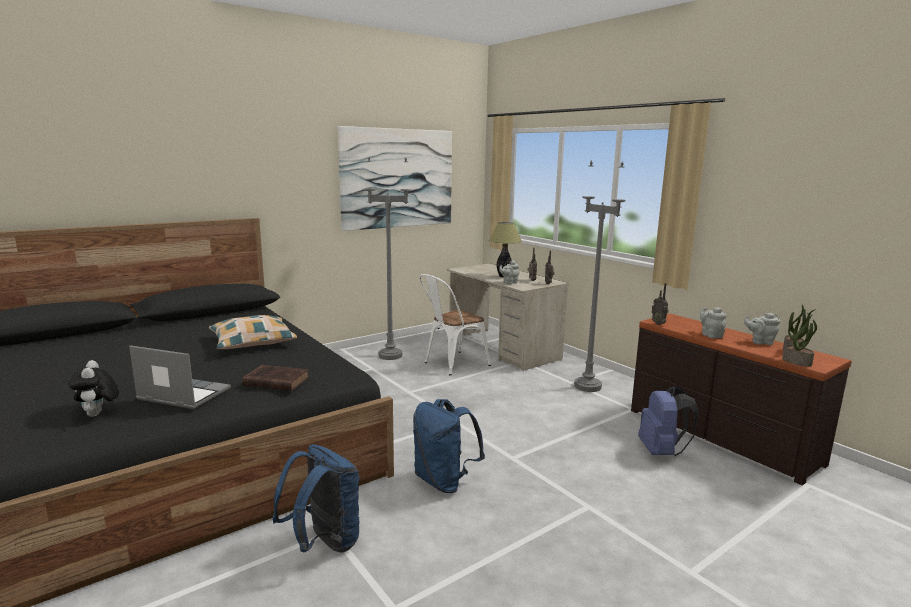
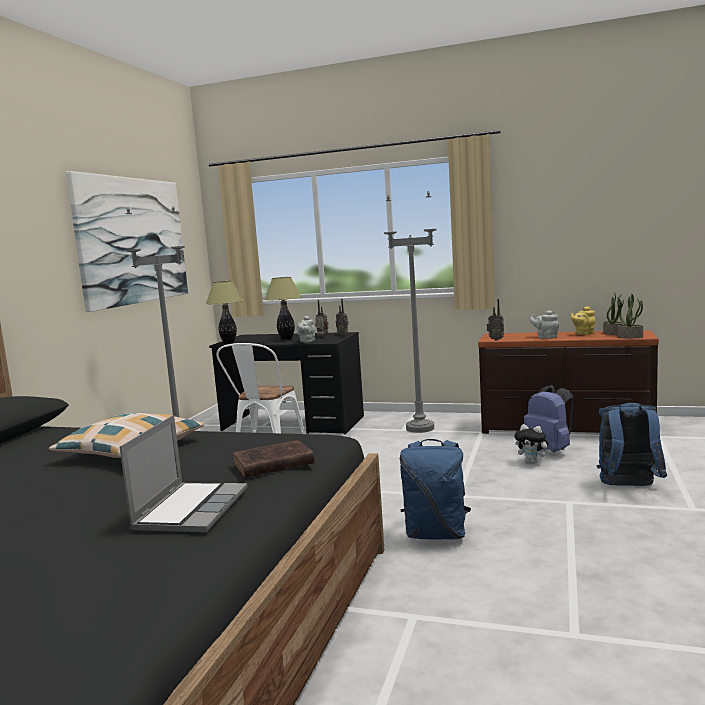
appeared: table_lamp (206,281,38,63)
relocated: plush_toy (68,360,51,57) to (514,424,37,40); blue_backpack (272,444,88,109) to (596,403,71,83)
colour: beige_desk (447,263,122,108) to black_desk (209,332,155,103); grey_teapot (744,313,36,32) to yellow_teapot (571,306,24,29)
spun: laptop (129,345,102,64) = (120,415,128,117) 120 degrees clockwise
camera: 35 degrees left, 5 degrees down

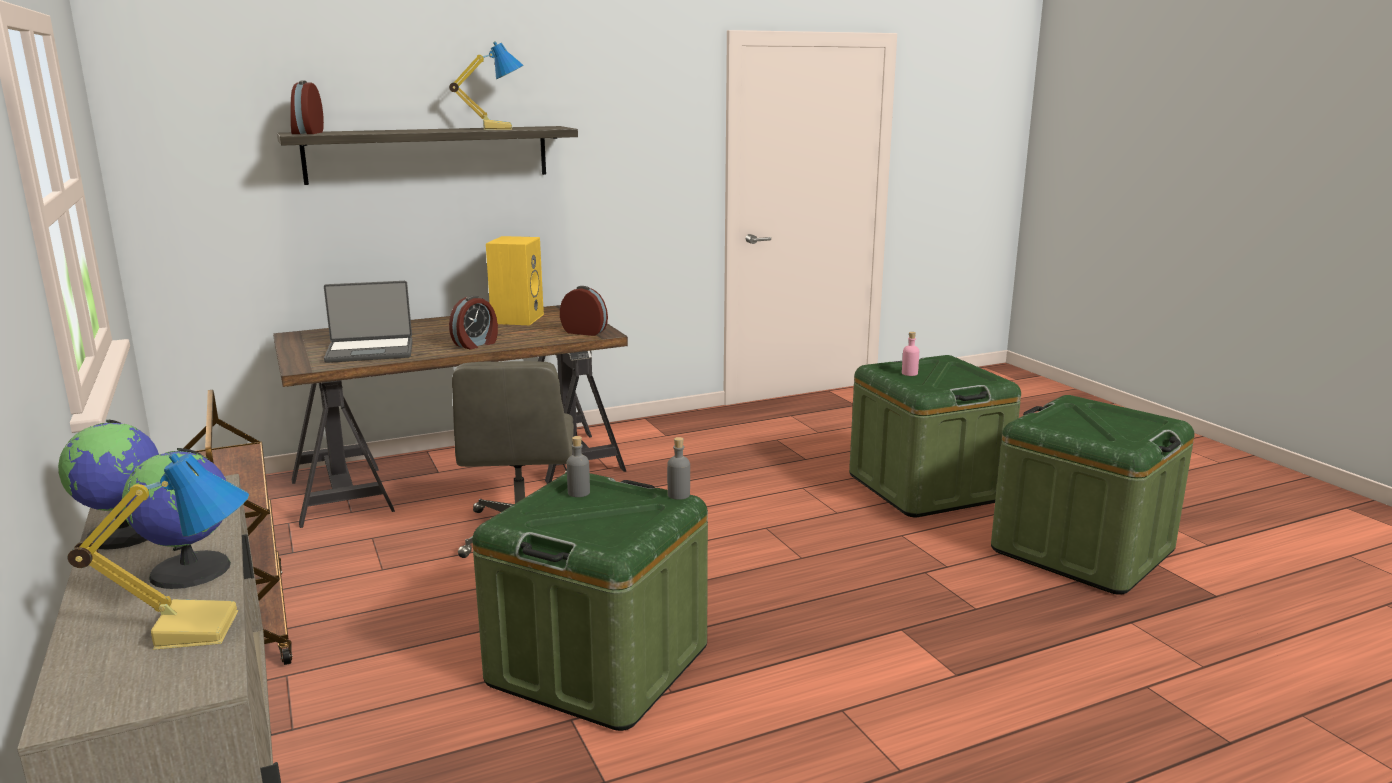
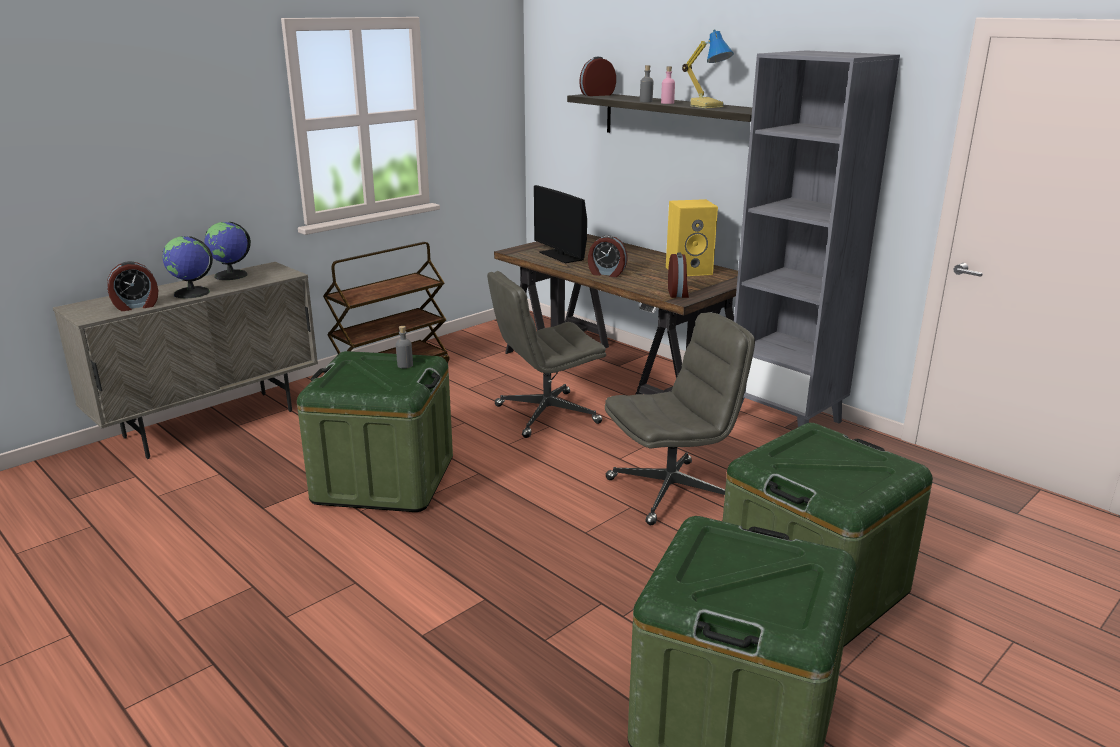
appeared: grey_office_chair (605,312,150,213); grey_bookcase (734,50,166,377)
relocated: grey_bottle (667,437,23,63) to (640,65,13,37); pink_bottle (902,332,17,44) to (661,66,14,38)
exchanged: table_lamp (67,453,182,197) to alarm_clock (107,261,51,50); laptop (324,281,88,82) to monitor (534,185,53,78)
camera: 70 degrees right, 5 degrees up

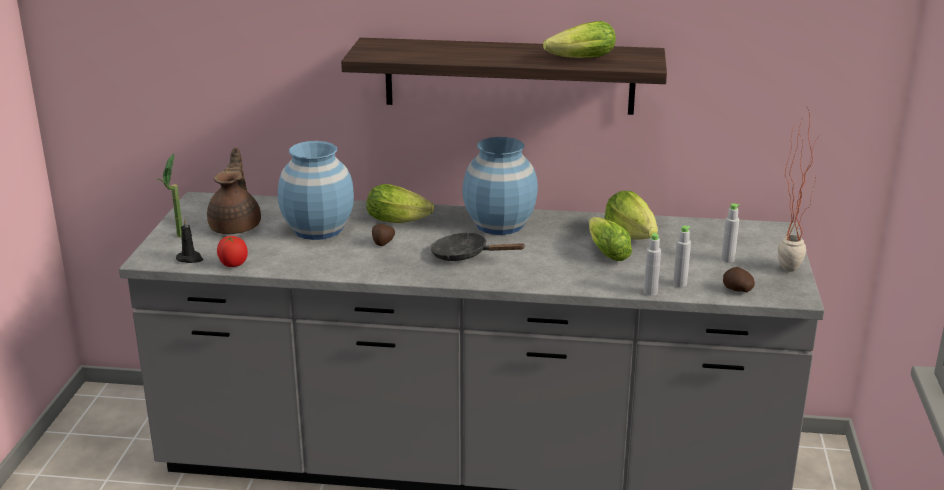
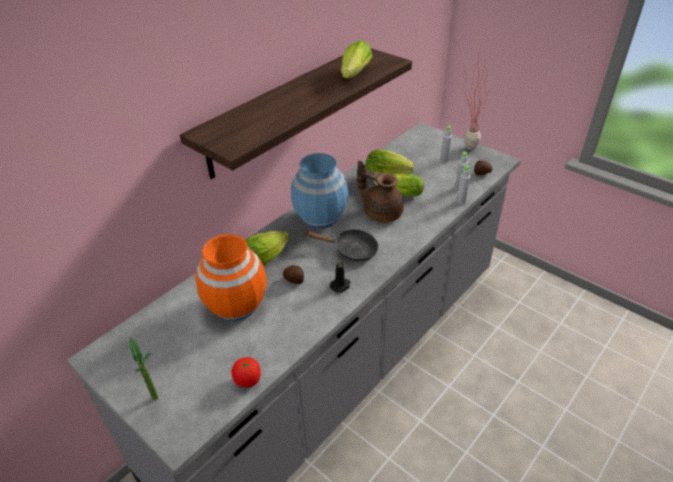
relocated: black_candle (176,218,27,45) to (330,259,20,34); brown_teapot (207,147,54,87) to (357,160,47,63)
colour: blue_vase (278,141,76,99) to orange_vase (196,234,70,87)
spun: black_frying_pan (430,232,96,29) = (303,229,76,32) 135 degrees counterclockwise
camera: 55 degrees left, 15 degrees up

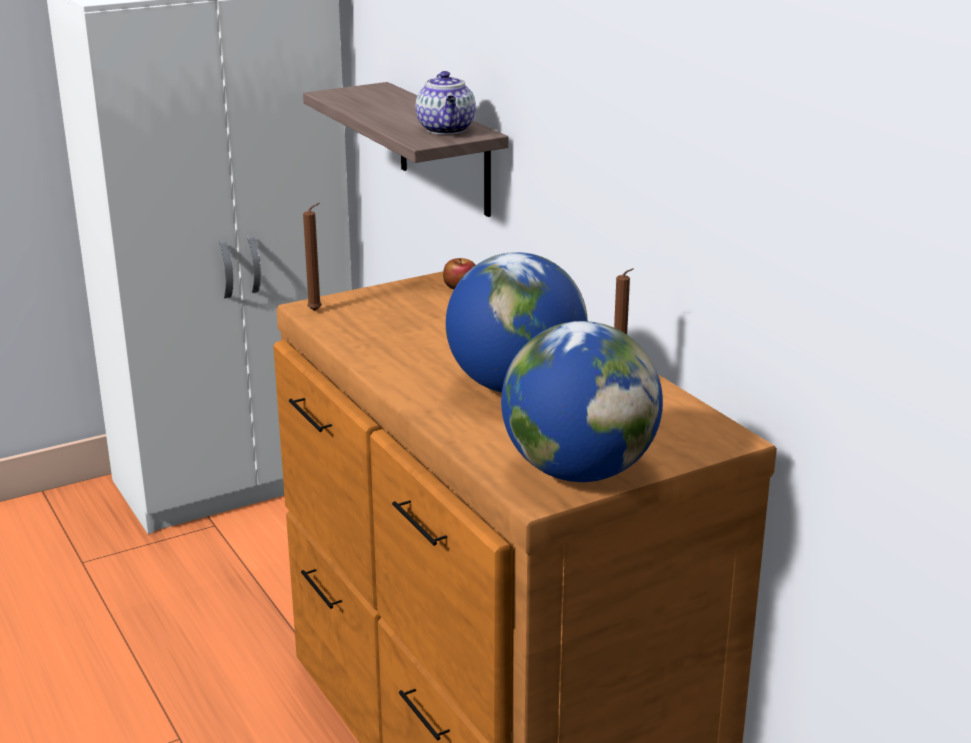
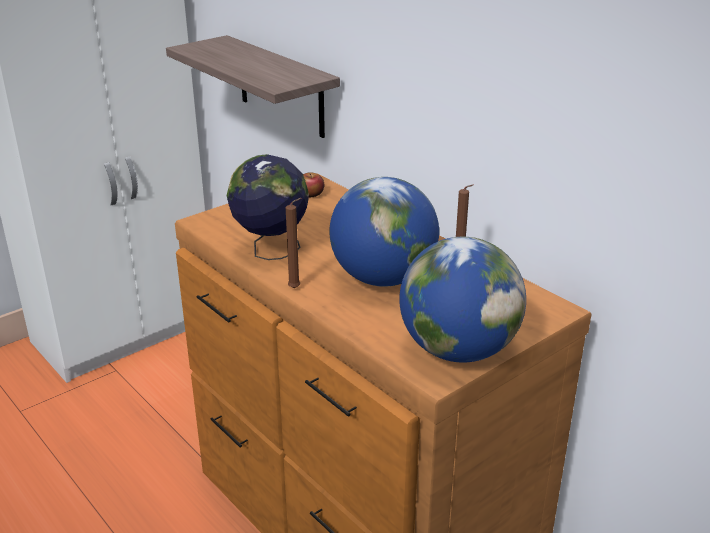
missing: teapot (416,71,60,64)
appeared: globe (227,154,82,106)
relocated: brown_candle (303,203,19,108) to (286,198,15,90)
camera: 10 degrees left, 5 degrees up

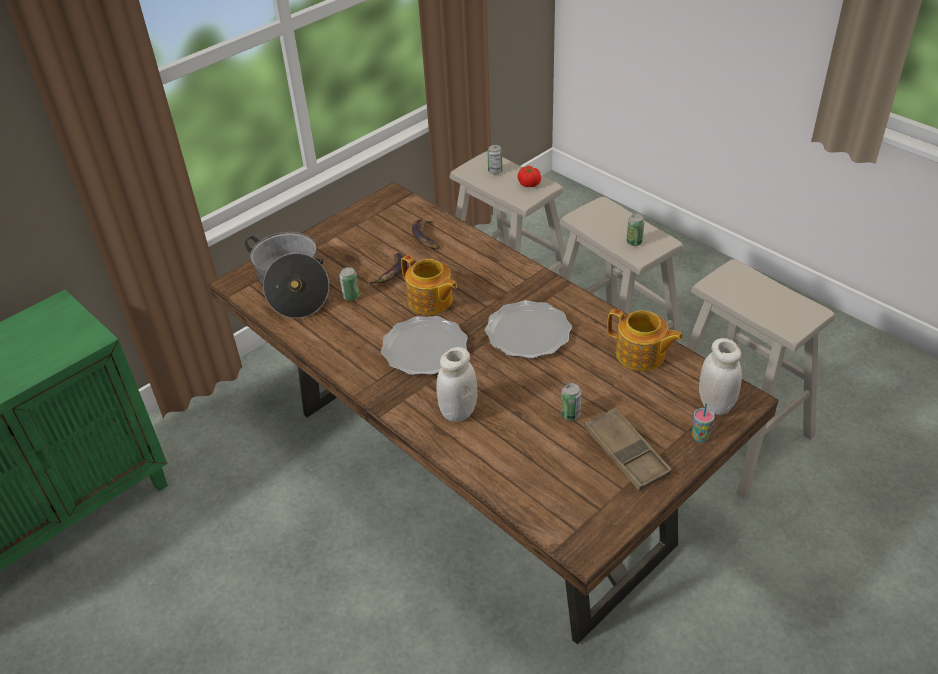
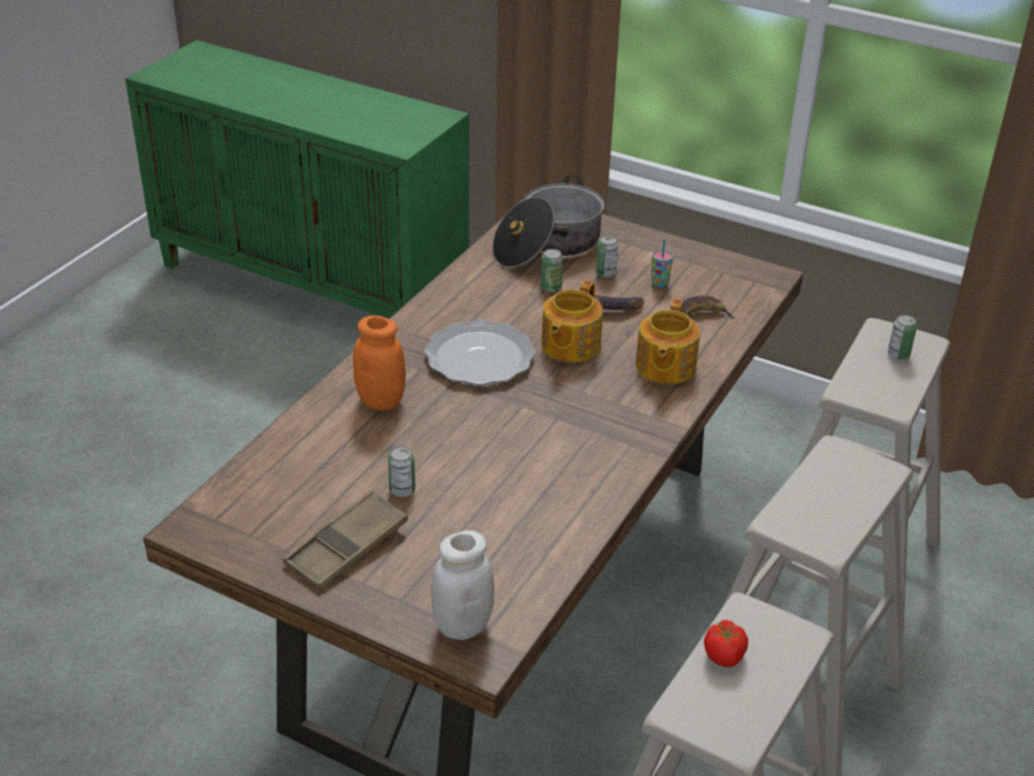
missing: plate (485,300,87,59)
relocated: tomato (517,166,24,21) to (704,620,44,48); teapot (607,309,76,62) to (636,298,64,86); can (626,214,19,32) to (596,235,23,43); cup (692,403,23,39) to (652,240,21,47)
colour: white_jar (436,347,41,75) to orange_jar (353,315,52,96)
camera: 70 degrees right, 5 degrees down

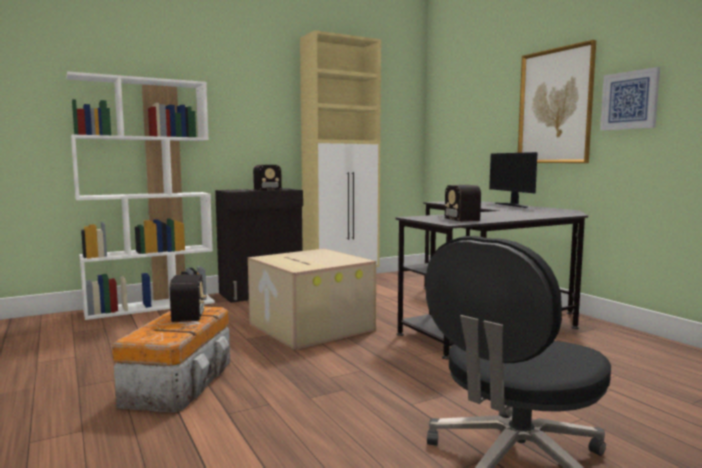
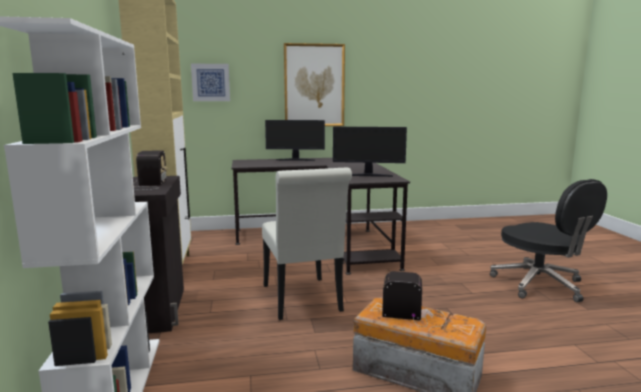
relocated: picture (600,67,60,64) to (191,64,39,37)
exchanged: cardboard_box (248,249,128,101) to white_chair (262,168,90,152); radio (437,185,44,37) to monitor (333,127,74,50)
camera: 70 degrees left, 5 degrees up

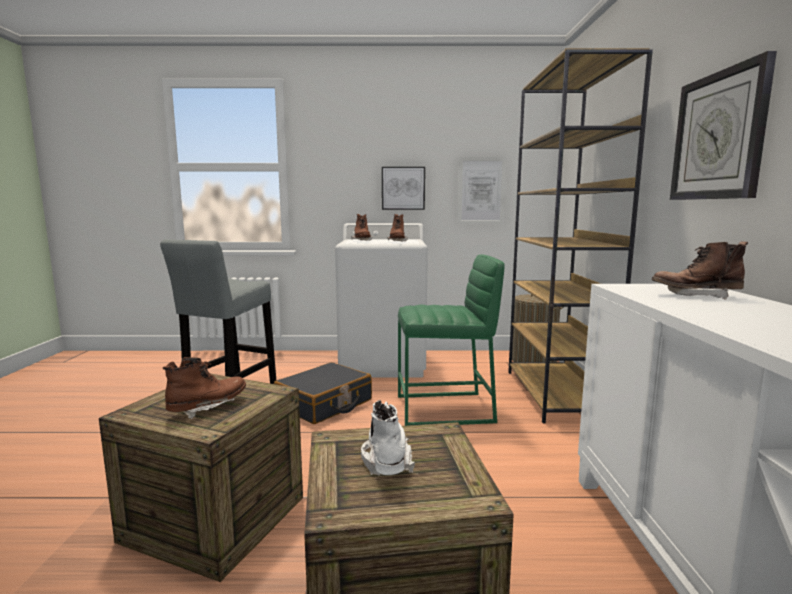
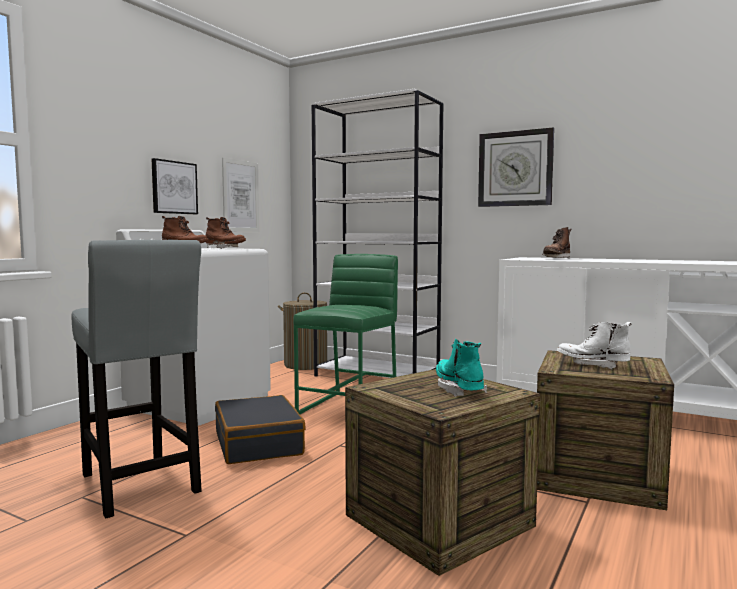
colour: brown_boot (163,357,83,62) to turquoise_boot (436,339,51,58); brown_bookcase (508,48,145,376) to white_bookcase (312,89,131,289)
camera: 60 degrees left, 5 degrees down

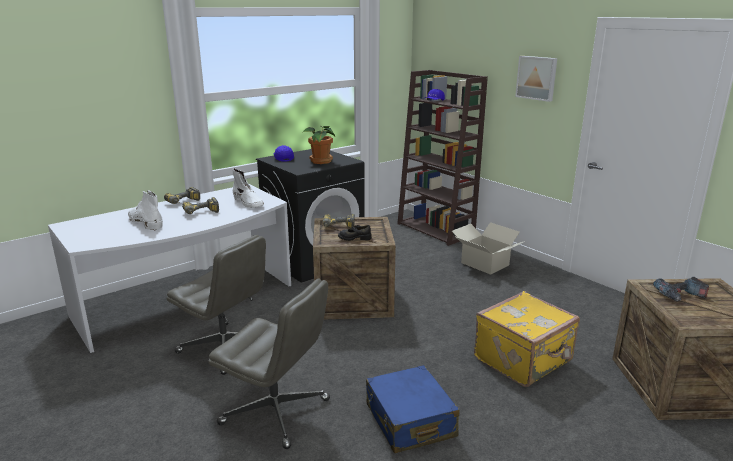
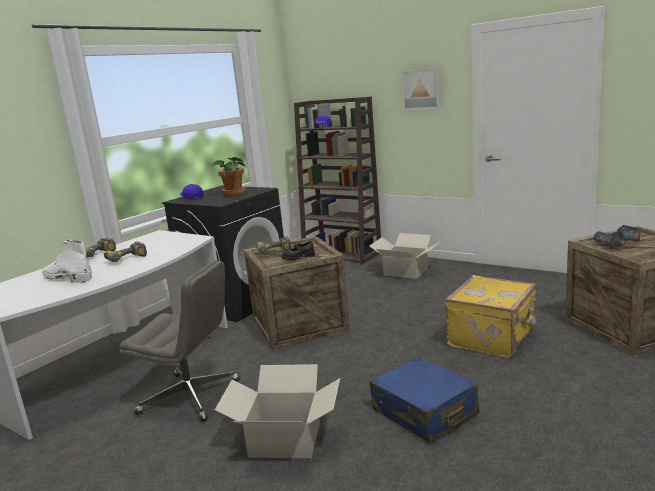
missing: white_boot (232,168,32,40)
exchanged: grey_office_chair (208,278,122,171) to cardboard_box (215,364,125,94)
camera: 15 degrees left, 5 degrees down

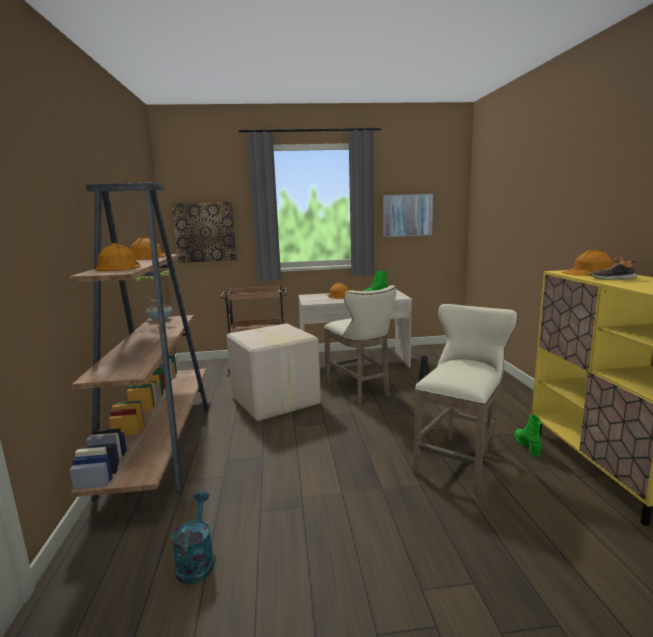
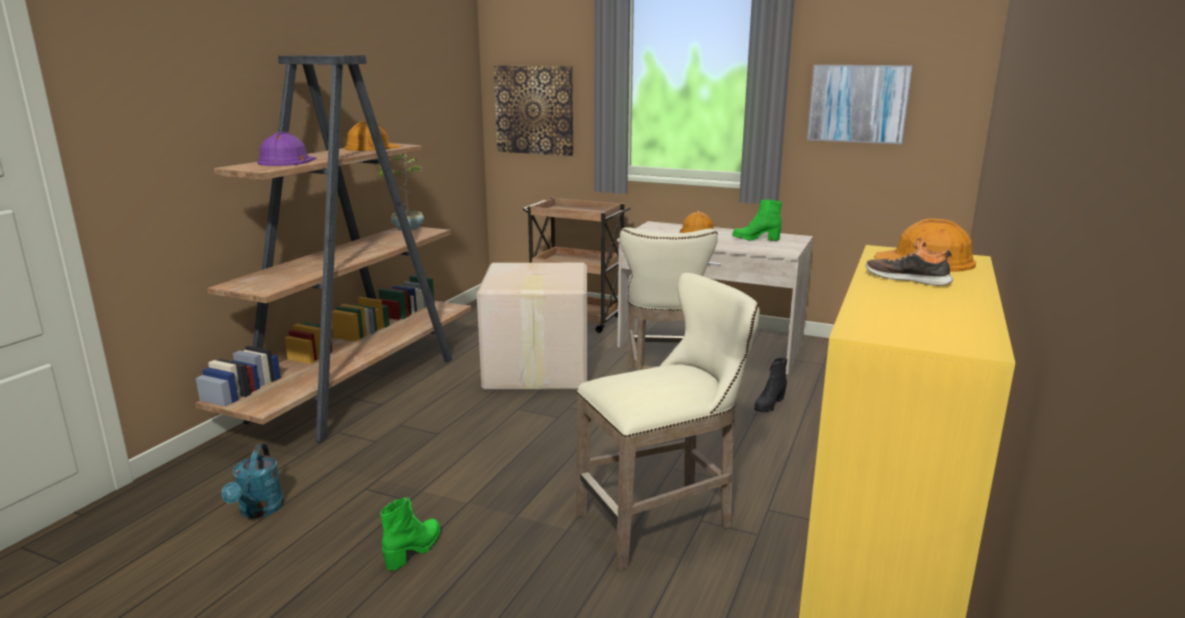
relocated: green_boot (515,414,27,43) to (380,497,60,74)
colour: orange_hard_hat (95,243,45,28) to purple_hard_hat (257,132,60,34)
spun: turquoise_watering_can (172,491,42,93) = (221,444,63,74) 150 degrees clockwise
camera: 30 degrees right, 5 degrees up

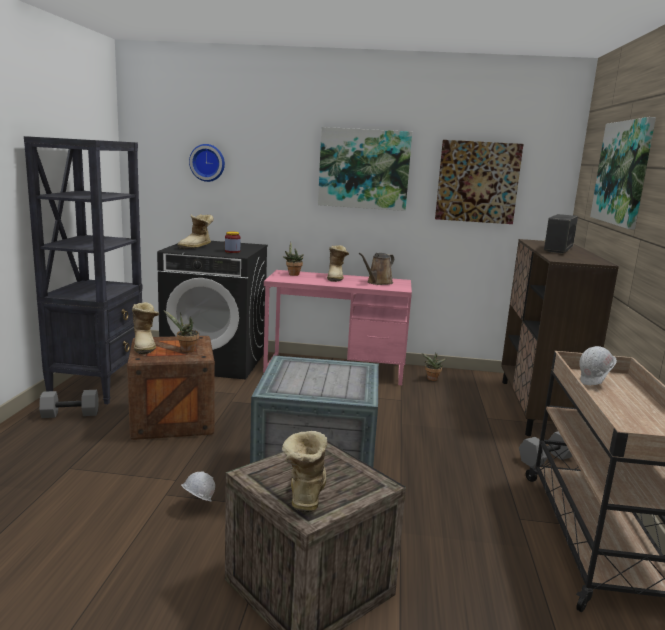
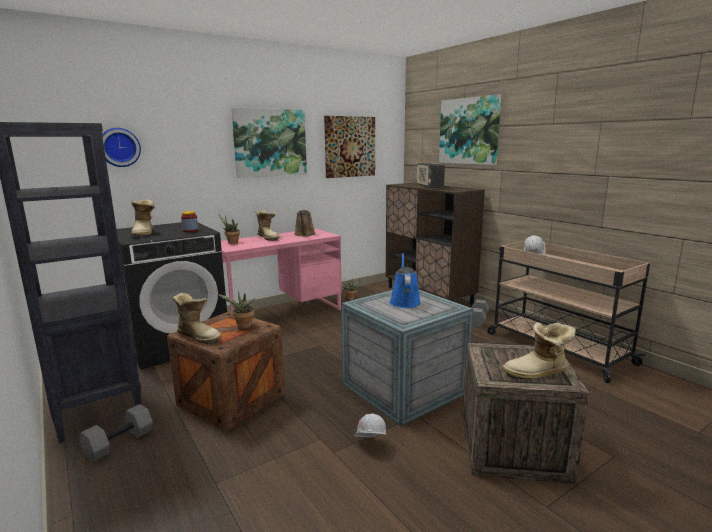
appeared: blue_watering_can (389,253,32,55)
spun: boot (282,431,45,81) = (502,322,74,57) 60 degrees counterclockwise
camera: 40 degrees left, 0 degrees up

